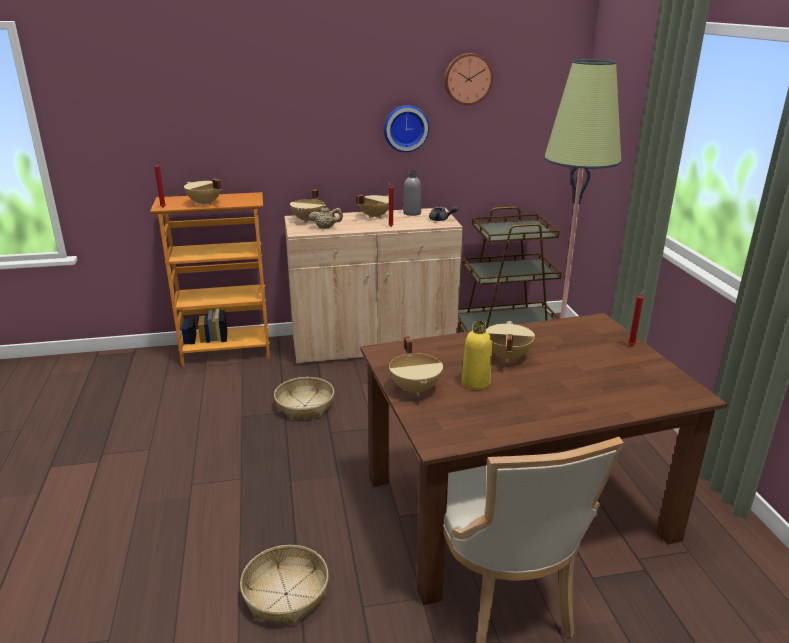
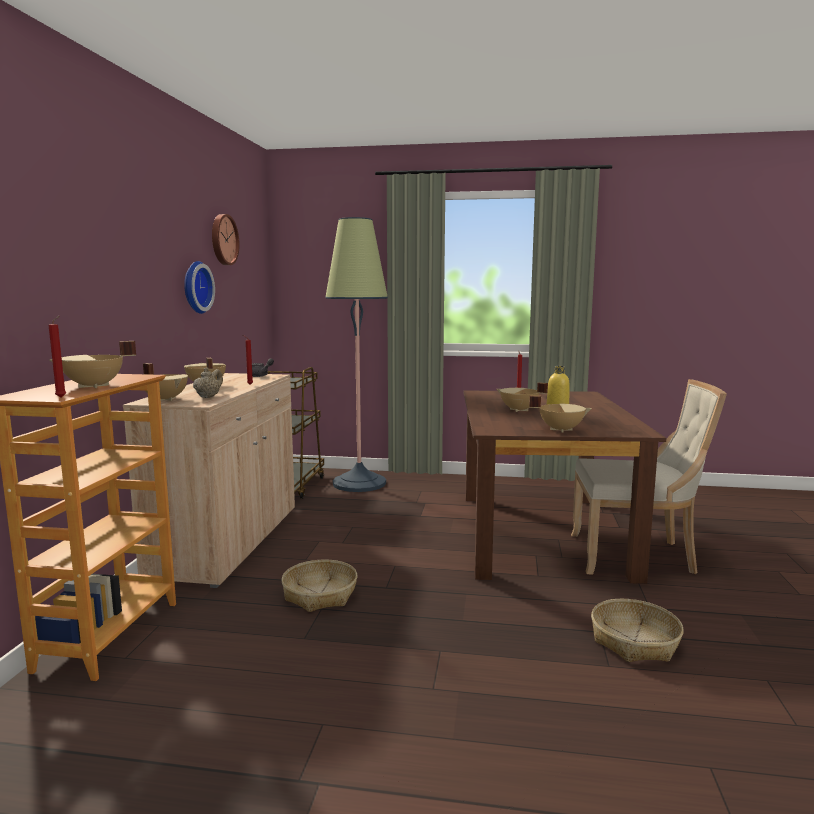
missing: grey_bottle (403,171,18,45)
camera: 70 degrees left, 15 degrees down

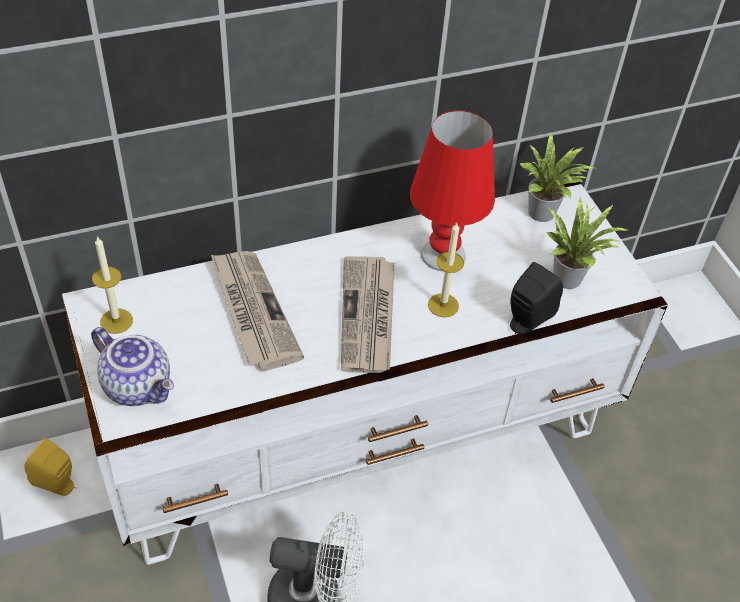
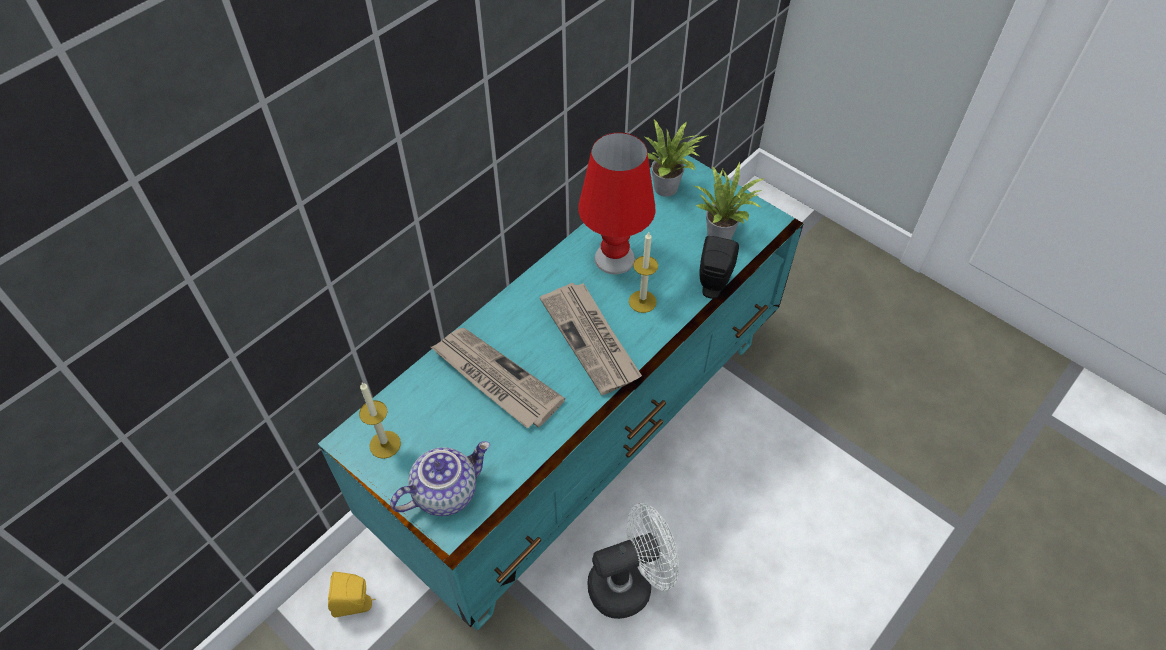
colour: white_tv_stand (62,182,606,383) to turquoise_tv_stand (318,155,485,475)
spun: teapot (91,327,83,79) = (390,441,100,75) 45 degrees counterclockwise
camera: 25 degrees left, 5 degrees up

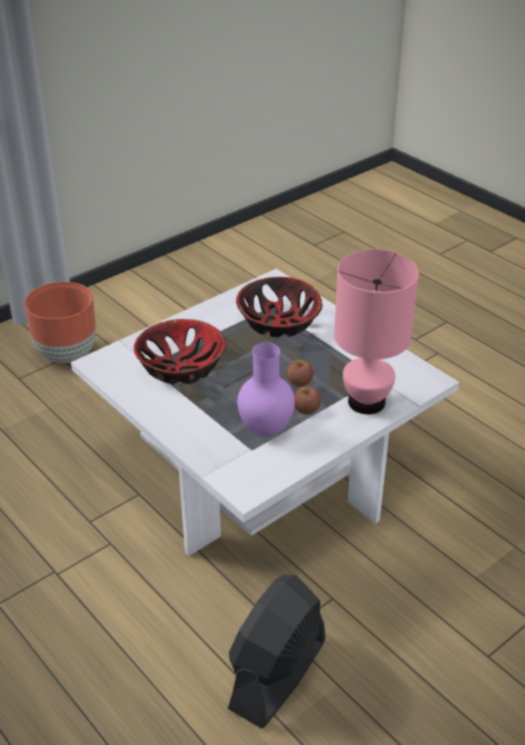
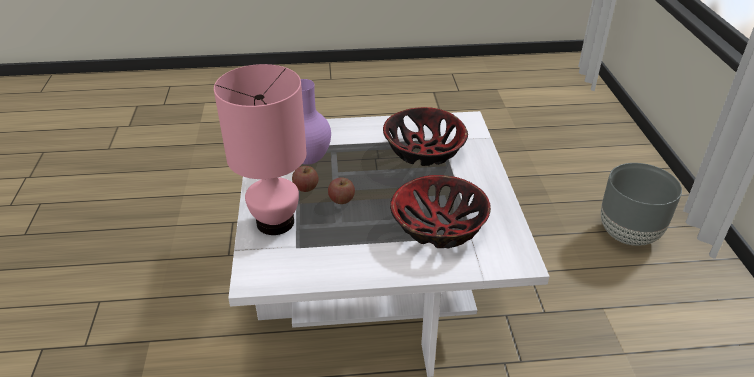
missing: black_fan (228,575,98,154)
colour: brown_planter (25,282,71,81) to grey_planter (601,163,81,83)
camera: 125 degrees right, 0 degrees up

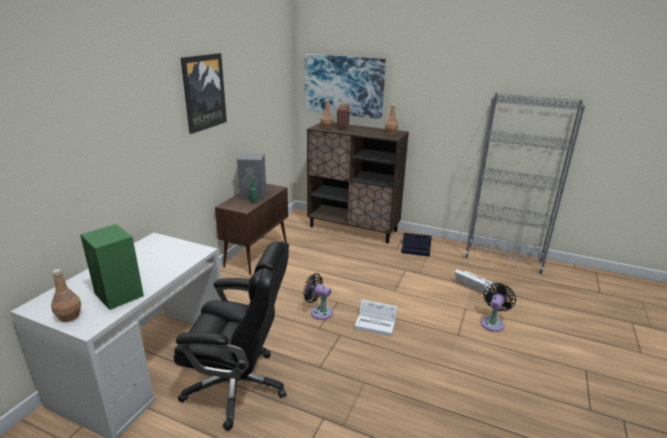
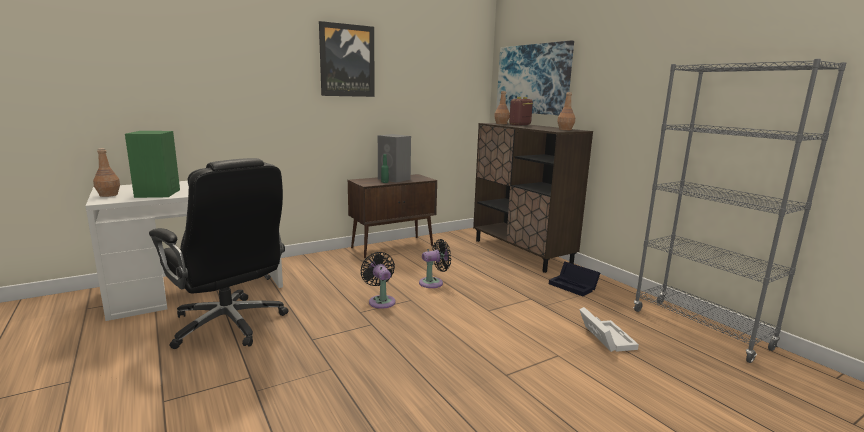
missing: white_storage_box (354,300,43,37)
relocated: black_fan (481,283,35,49) to (419,239,32,49)
camera: 35 degrees right, 10 degrees down

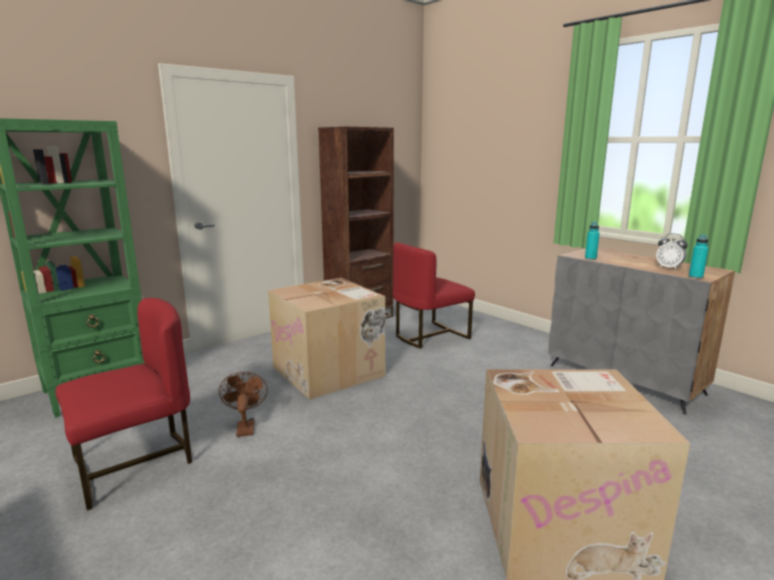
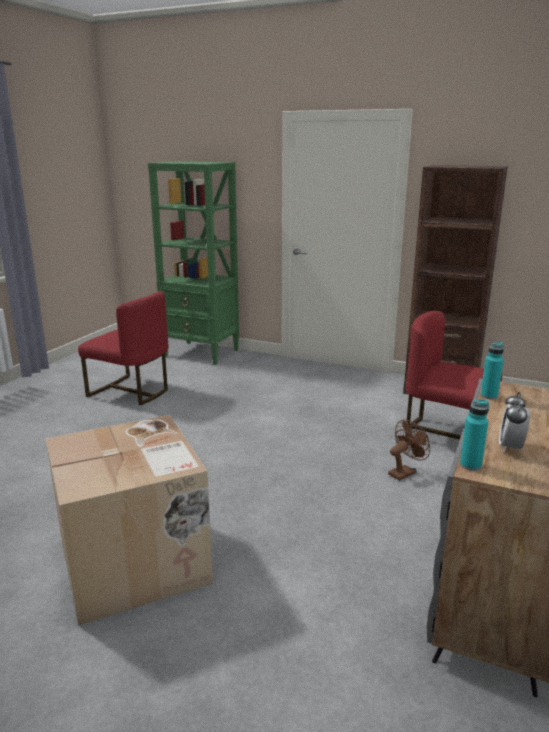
missing: cardboard_box (268,278,117,121)
relocated: brown_fan (219,372,49,65) to (388,420,42,61)
camera: 65 degrees right, 5 degrees up

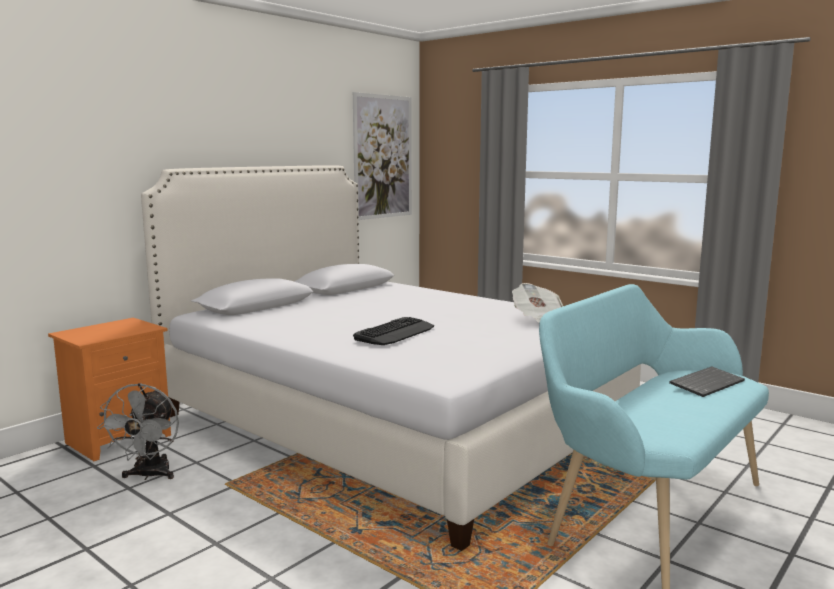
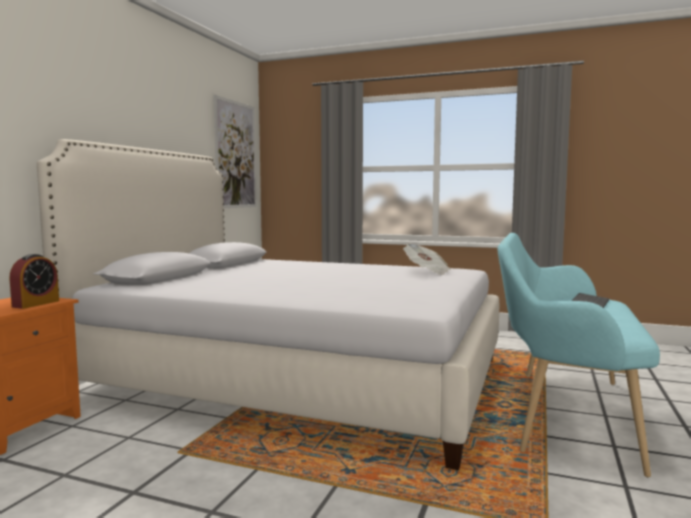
missing: grey_fan (97,383,82,97); keyboard (353,317,81,28)
appeared: alarm_clock (9,254,50,55)
camera: 20 degrees left, 5 degrees down

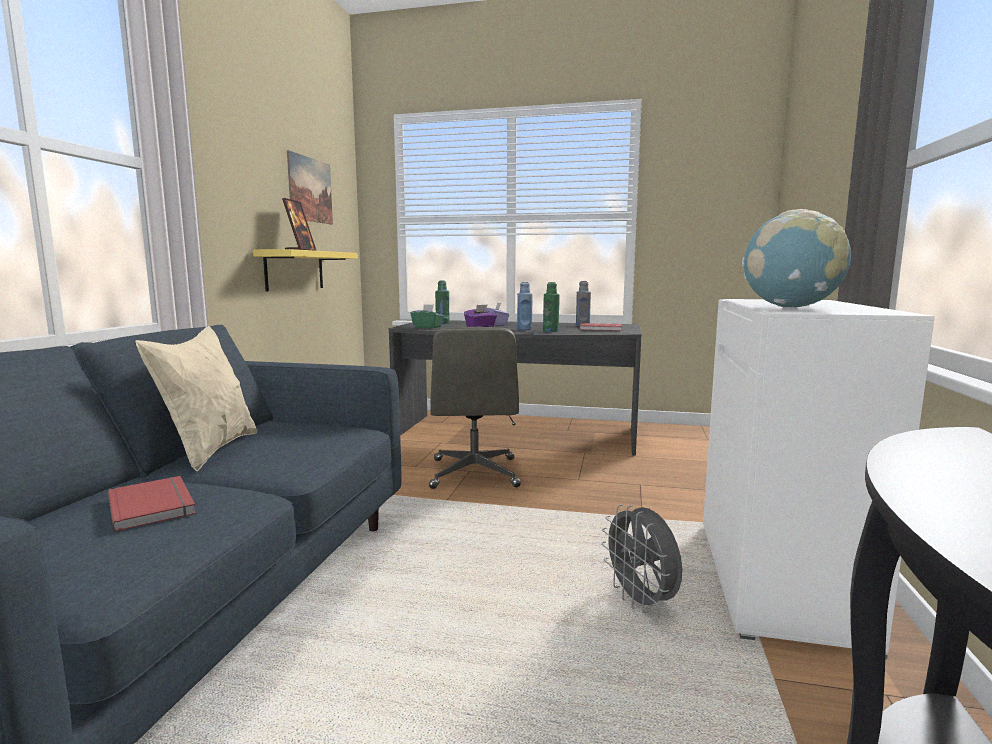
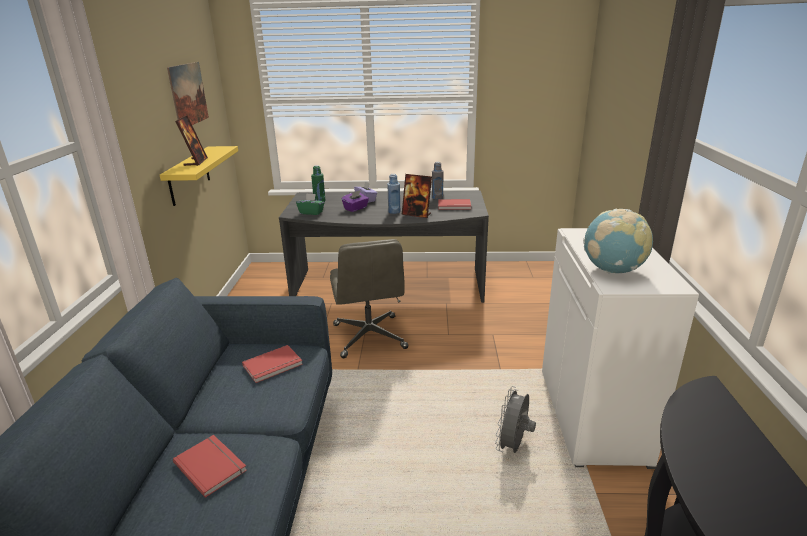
missing: beige_pillow (136,326,121,145)
appeared: red_book (242,345,61,38)
exchanged: green_bottle (543,282,17,50) to picture_frame (402,174,30,44)
spun: grey_fan (601,504,81,109) = (495,386,41,67) 60 degrees clockwise
camera: 10 degrees left, 15 degrees up

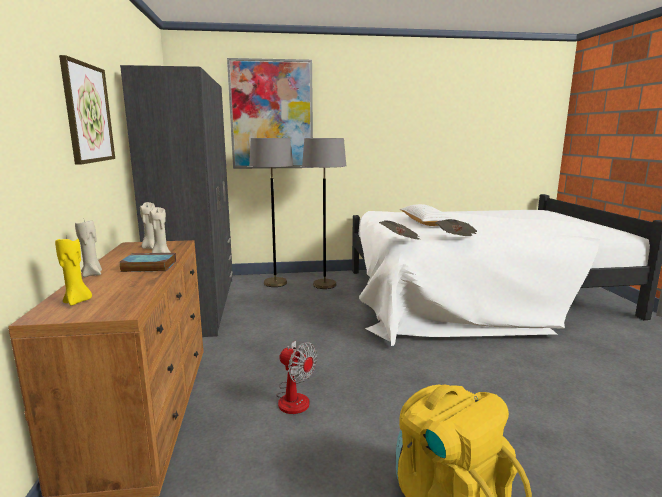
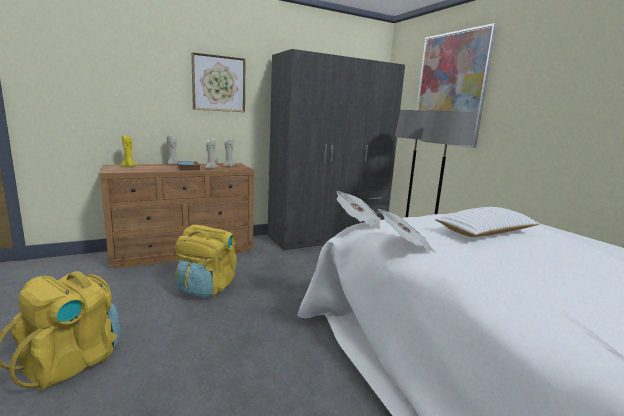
exchanged: fan (276,341,41,73) to yellow_backpack (175,225,62,73)
camera: 70 degrees right, 0 degrees up

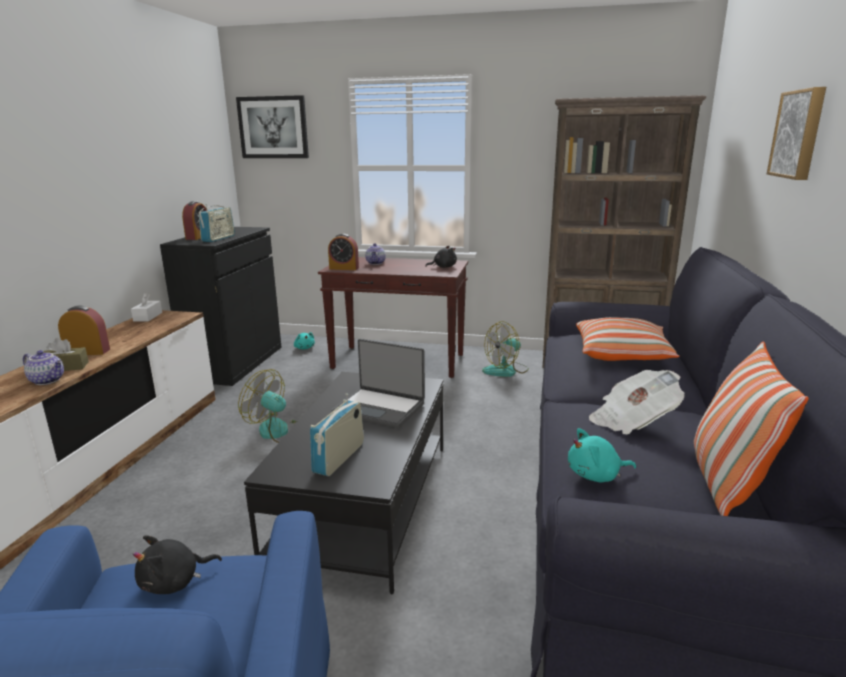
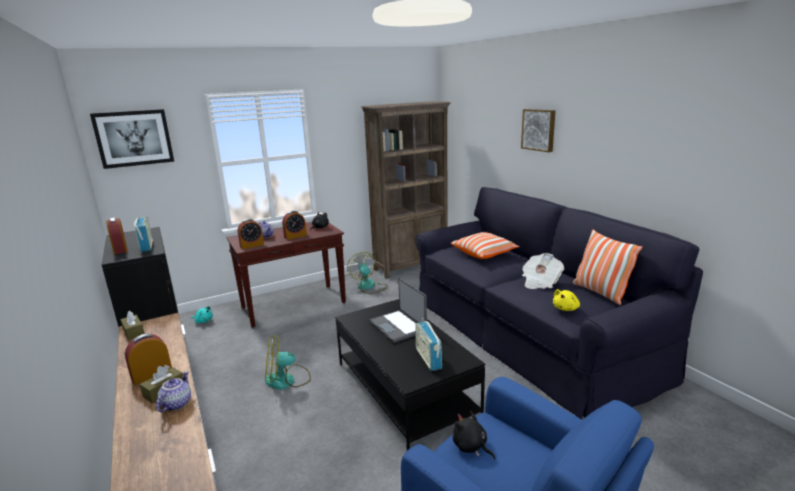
appeared: alarm_clock (282,211,25,29)
colour: white_tissue_box (131,293,31,28) to brown_tissue_box (120,311,25,29); turquoise_plush_toy (568,428,68,54) to yellow_plush_toy (553,289,27,22)
spun: teapot (23,350,41,35) = (156,371,35,41) 60 degrees counterclockwise; black_plush_toy (133,535,89,59) = (453,411,42,49) 120 degrees clockwise; laptop (332,339,93,89) = (370,278,57,65) 75 degrees clockwise; fan (482,321,47,56) = (347,252,41,42) 135 degrees clockwise
camera: 40 degrees left, 0 degrees up

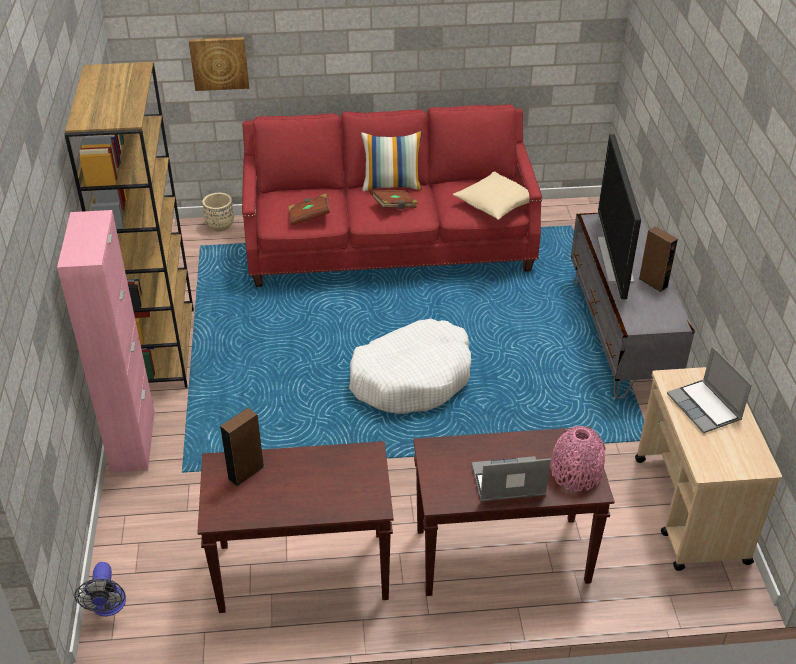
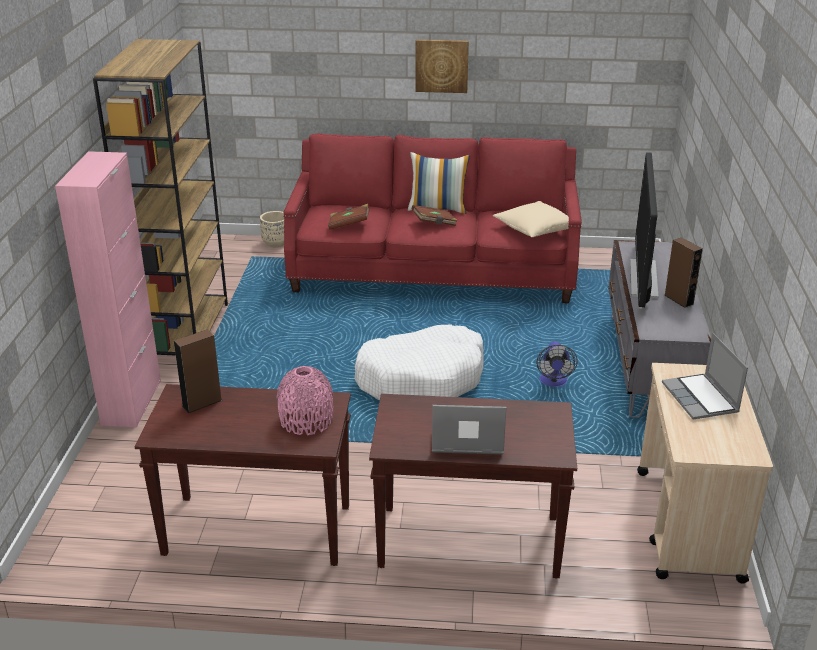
relocated: fan (74,562,52,54) to (537,341,41,46); picture (189,37,60,54) to (415,39,54,54); pink_vase (551,426,55,65) to (276,366,58,70)
camera: 10 degrees right, 10 degrees down

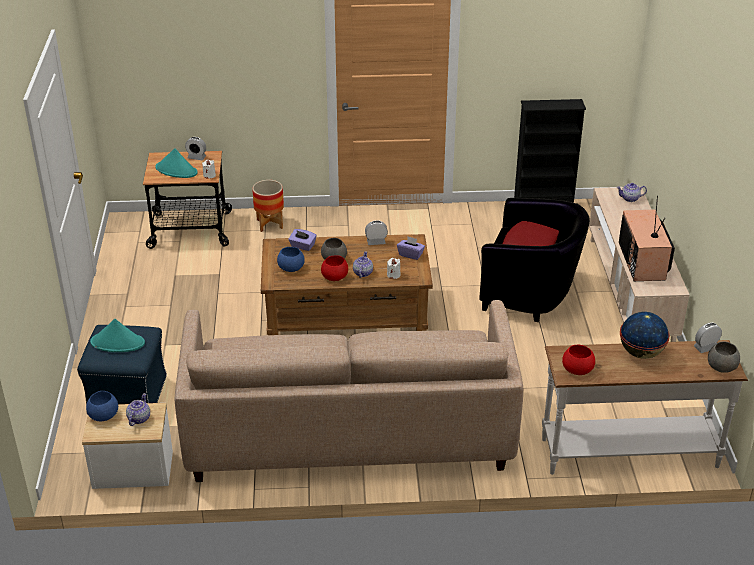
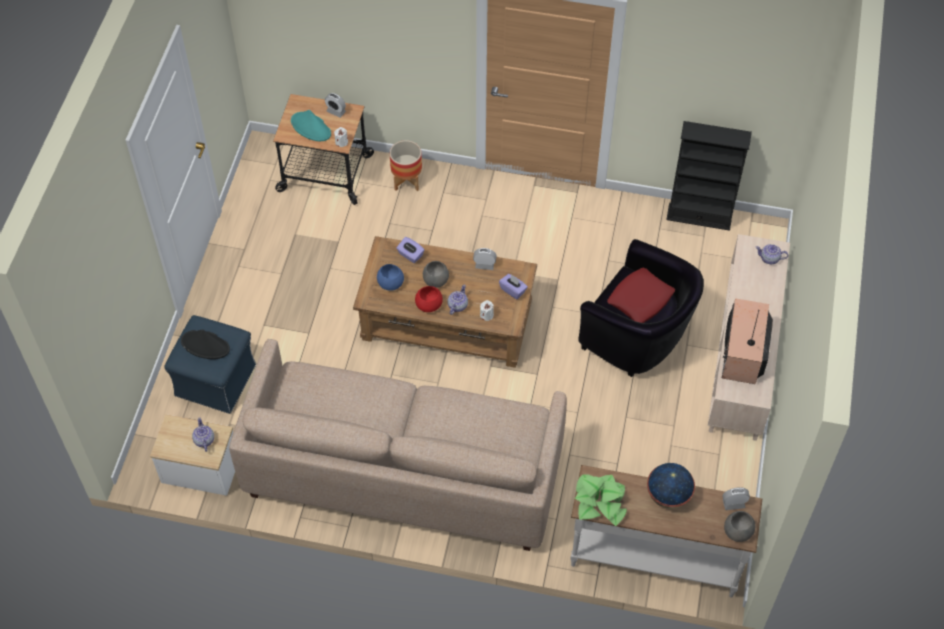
missing: blue_bowl (86,391,32,30)
exchanged: red_bowl (562,344,33,31) to potted_plant (575,474,52,52)
colour: turquoise_hat (90,319,55,33) to black_hat (181,329,49,30)
spun: teapot (126,393,24,33) = (192,417,22,35) 45 degrees counterclockwise
camera: 15 degrees right, 20 degrees up

